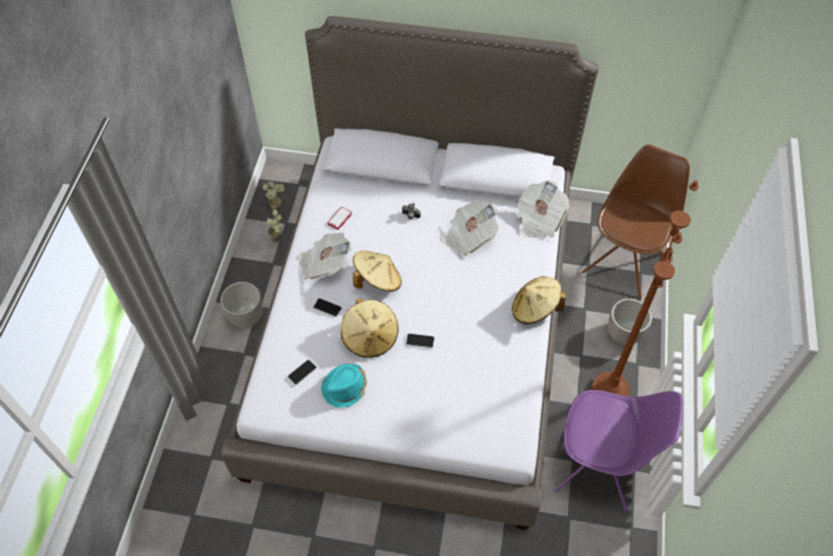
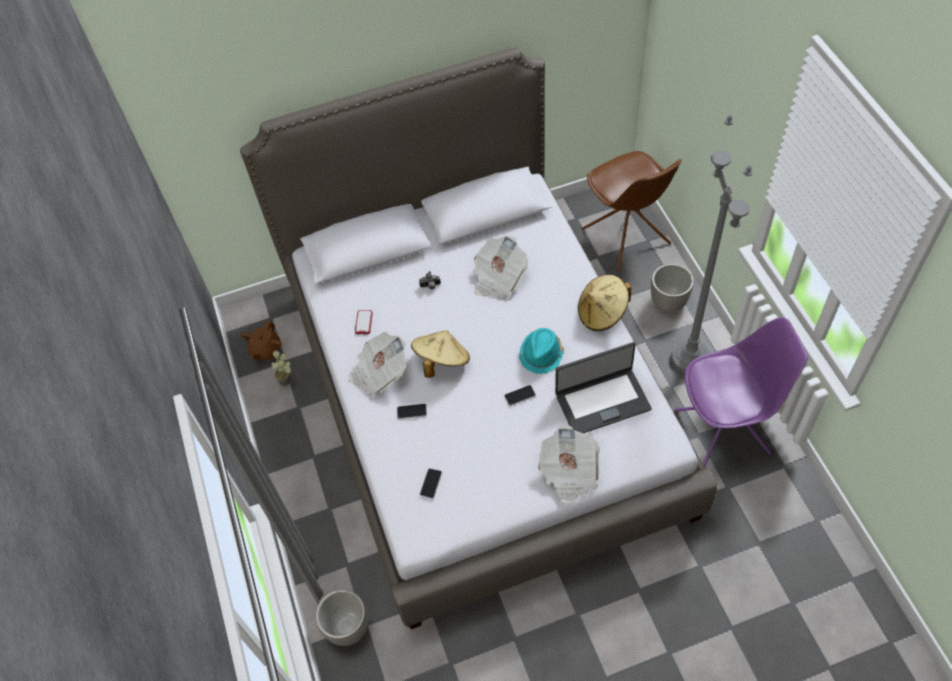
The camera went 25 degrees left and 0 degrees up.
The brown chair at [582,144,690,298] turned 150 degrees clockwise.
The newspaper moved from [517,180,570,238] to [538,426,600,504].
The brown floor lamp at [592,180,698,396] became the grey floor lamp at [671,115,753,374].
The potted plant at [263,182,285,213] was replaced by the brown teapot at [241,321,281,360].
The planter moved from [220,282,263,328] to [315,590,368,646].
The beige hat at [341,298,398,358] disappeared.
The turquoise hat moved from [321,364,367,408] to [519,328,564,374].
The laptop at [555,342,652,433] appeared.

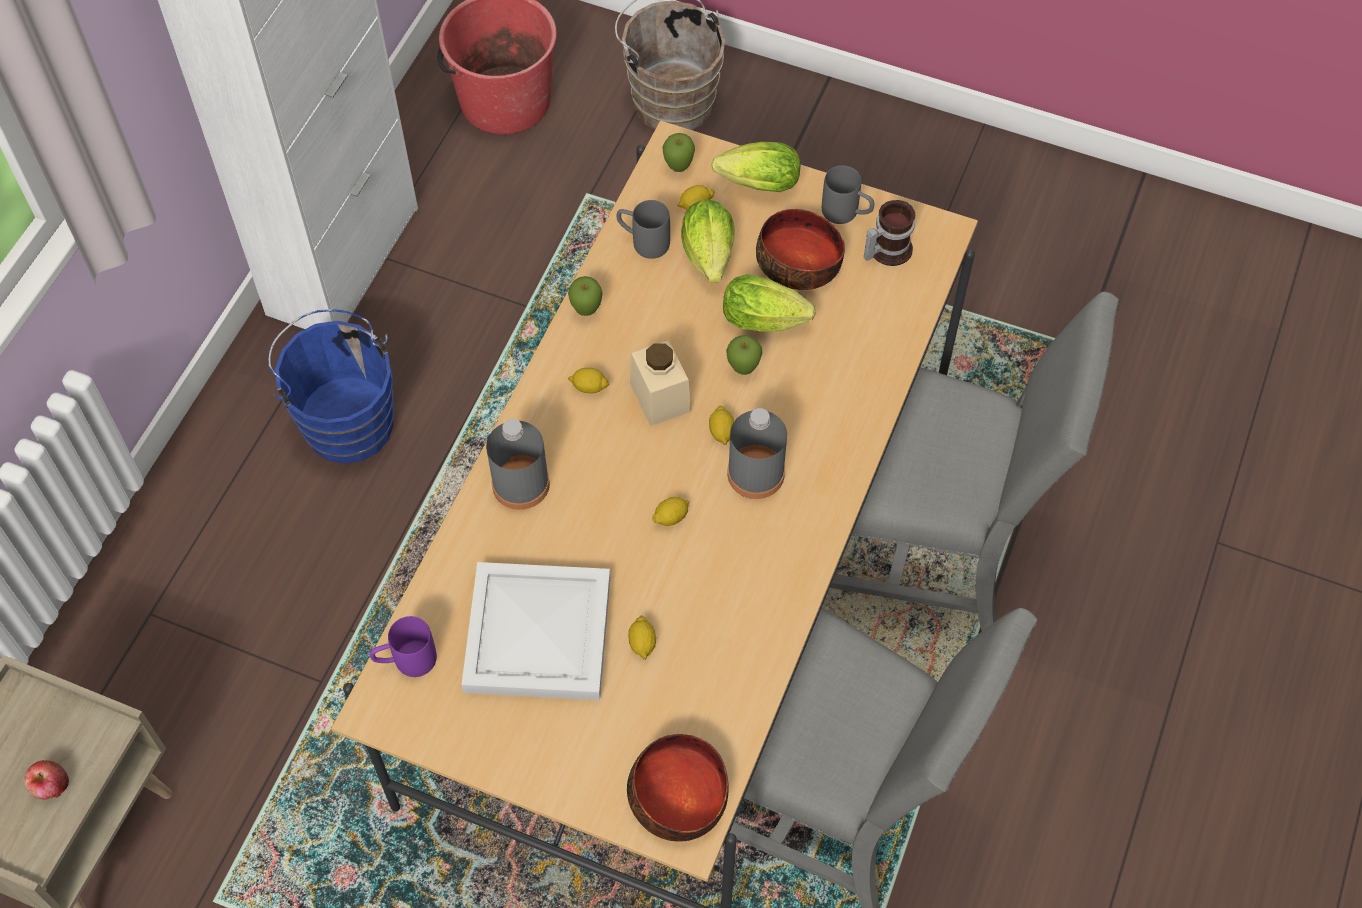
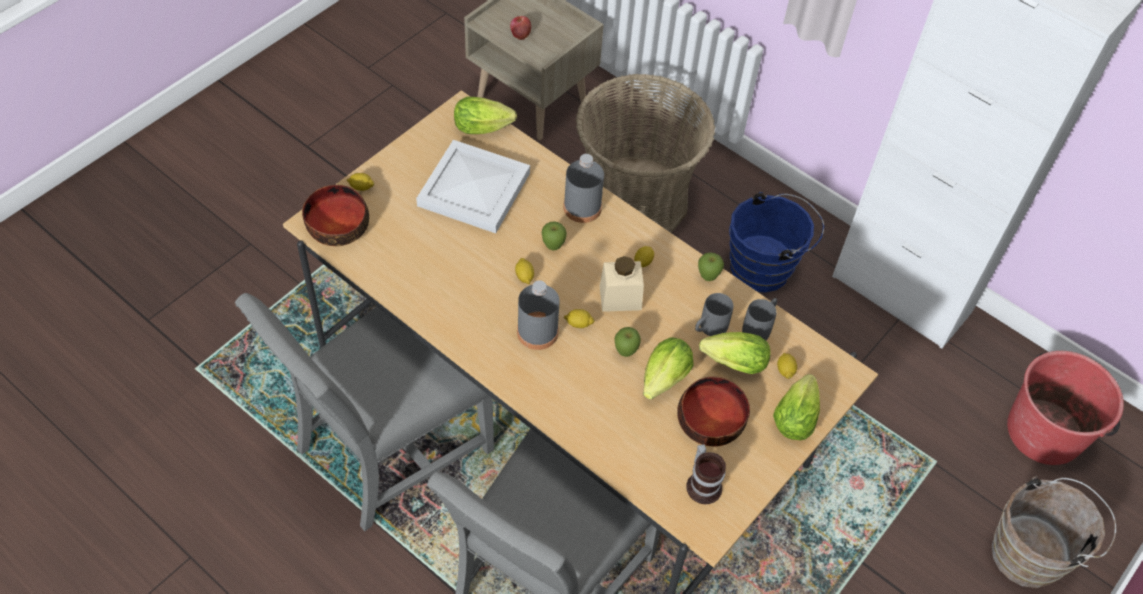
The camera went 105 degrees right and 5 degrees down.
The apple moved from [662,133,695,172] to [542,221,567,250].
The grey mug moved from [822,166,874,224] to [695,293,733,336].
The lemon moved from [628,615,656,660] to [347,173,375,191].
The purple mug at [370,616,437,677] was replaced by the lettuce at [454,97,517,134].
The basket at [576,74,715,233] appeared.

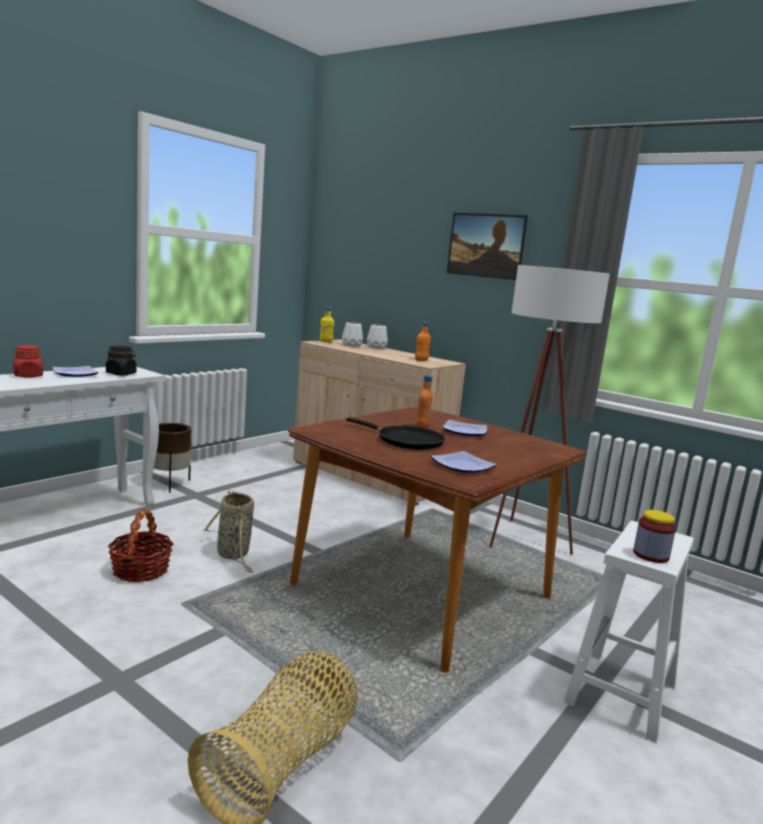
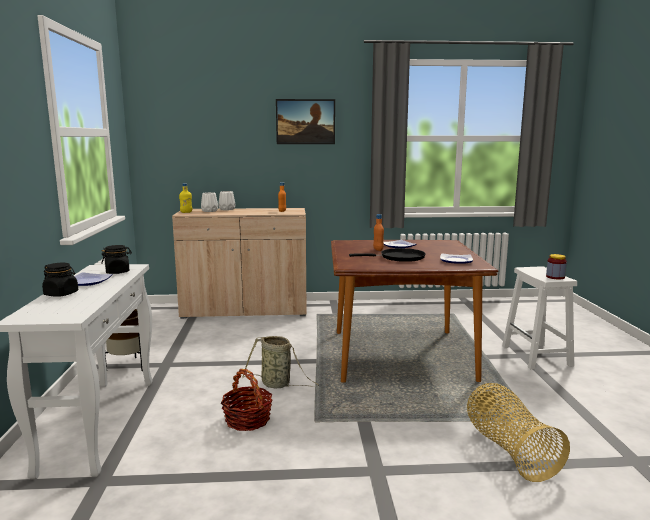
The camera went 40 degrees left and 0 degrees up.
The white floor lamp at [489,265,610,555] disappeared.
The red jar at [13,345,43,378] became the black jar at [42,263,78,297].

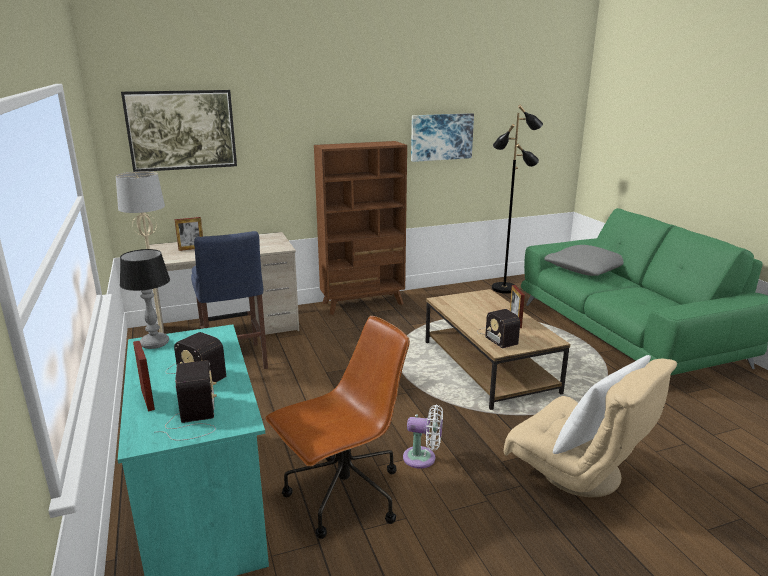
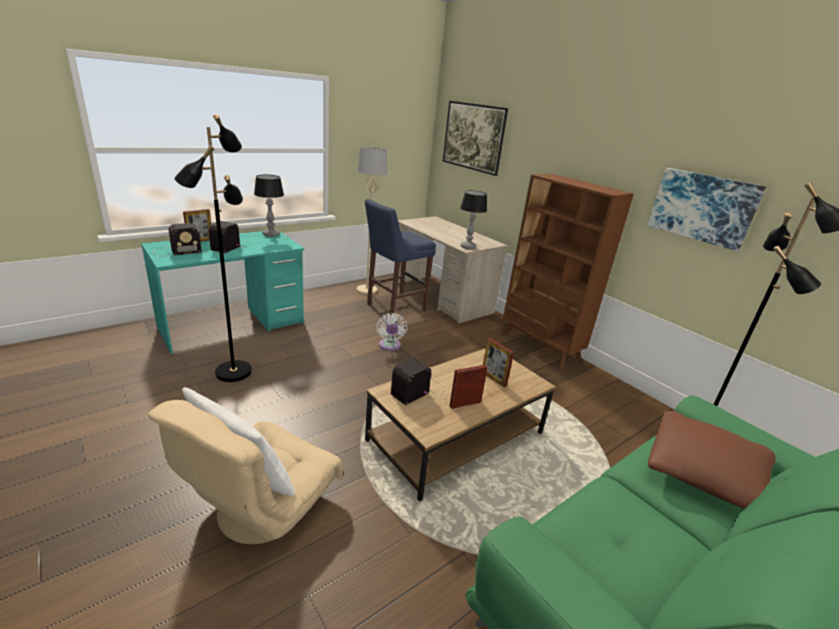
The camera went 70 degrees right and 5 degrees up.
The picture frame moved from [174,217,203,251] to [483,338,514,387].
The grey pillow at [544,245,623,276] became the brown pillow at [648,411,776,508].
The brown office chair at [265,316,410,539] was replaced by the black floor lamp at [174,114,252,382].
The white fan moved from [403,405,443,469] to [377,313,407,351].
The table lamp at [460,190,487,249] appeared.

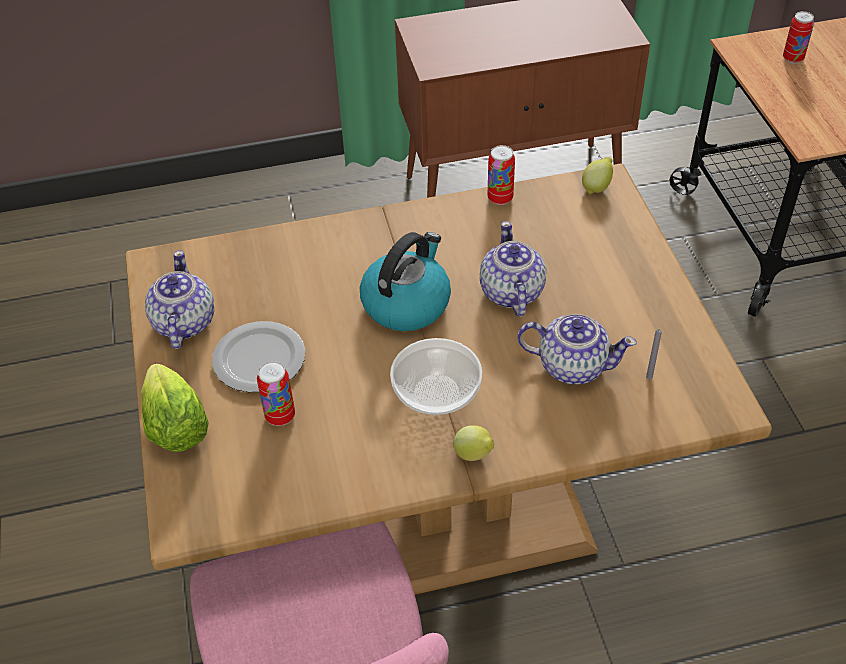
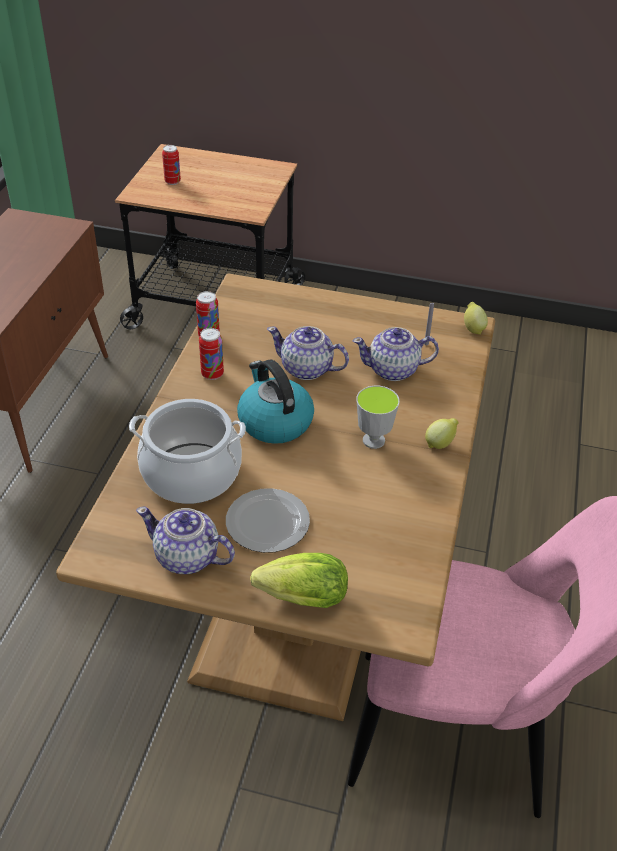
The camera went 65 degrees left and 5 degrees down.
The lemon moved from [582,157,613,194] to [464,302,488,335].
The teapot at [517,314,637,385] turned 135 degrees counterclockwise.
The bowl at [390,338,482,415] was replaced by the cup at [356,385,400,449].
The can moved from [257,361,295,426] to [199,328,224,380].
The cooking pot at [129,399,246,504] appeared.

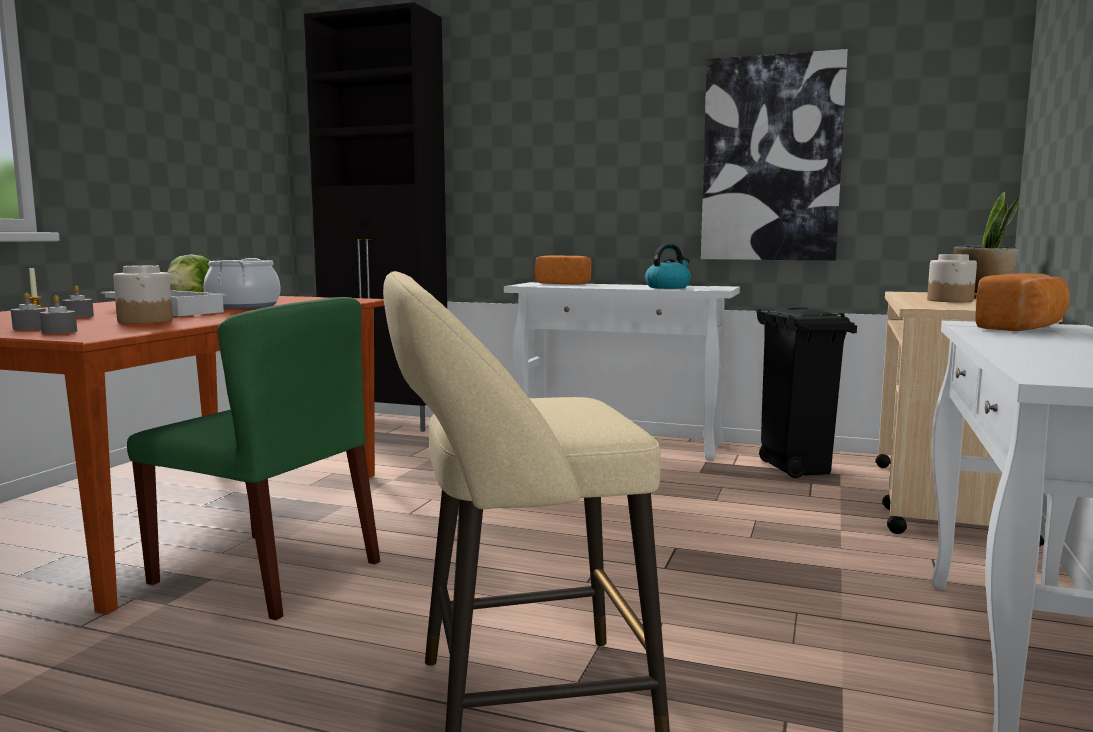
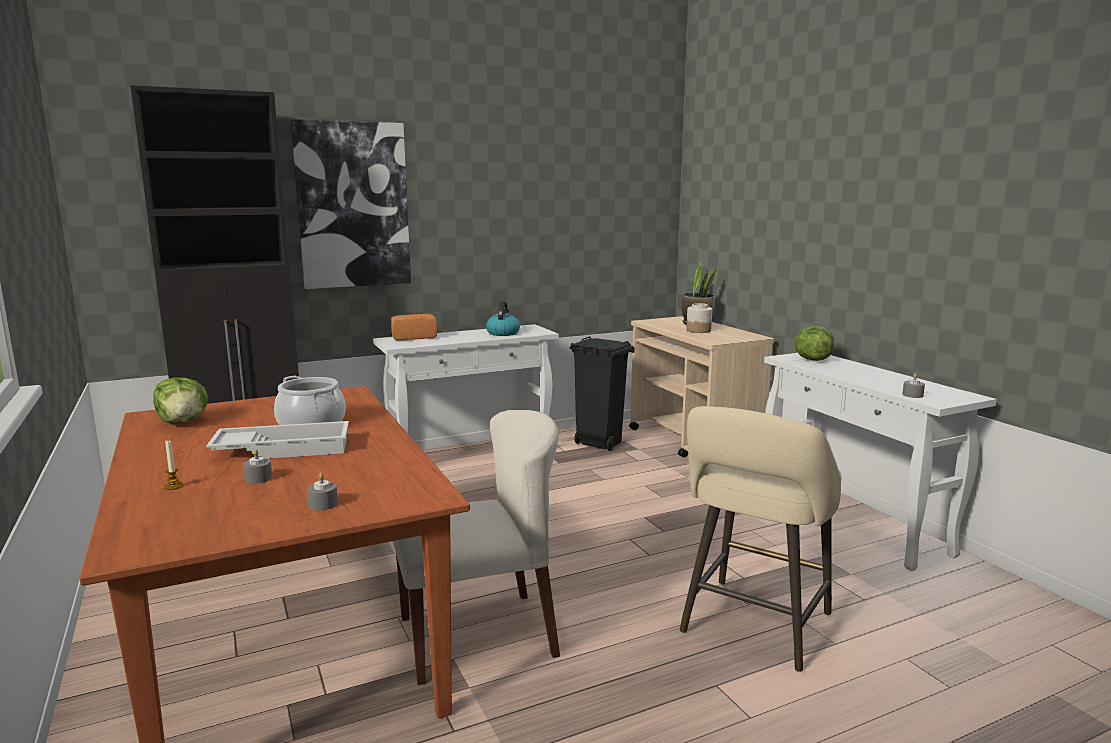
The camera went 45 degrees left and 5 degrees up.
The picture moved from [701,49,848,261] to [291,119,411,289].
The jar at [114,265,173,324] disappeared.
The bread at [975,274,1070,331] was replaced by the lettuce at [795,326,834,361].
The grey candle moved from [40,295,77,334] to [902,373,925,398].
The green chair at [127,297,380,620] became the beige chair at [393,410,560,685].

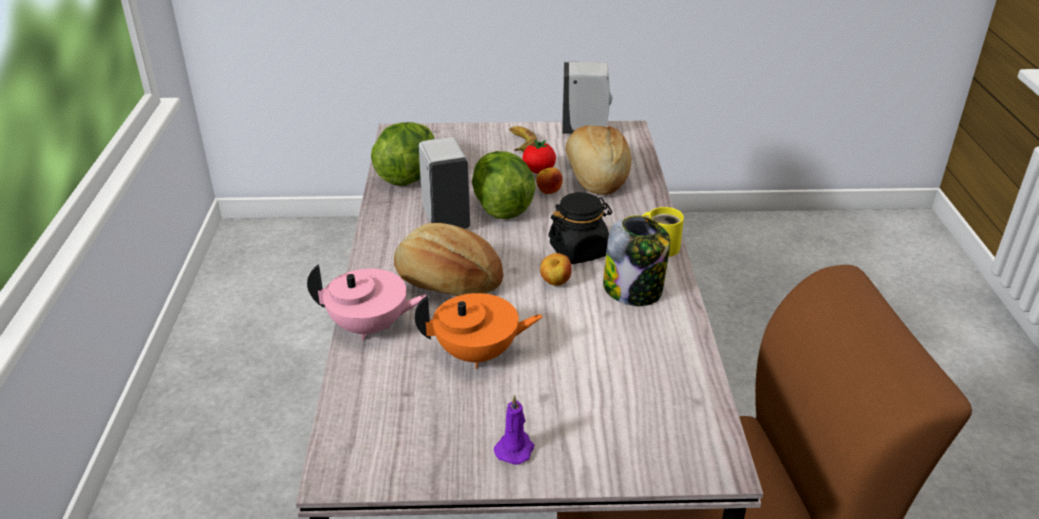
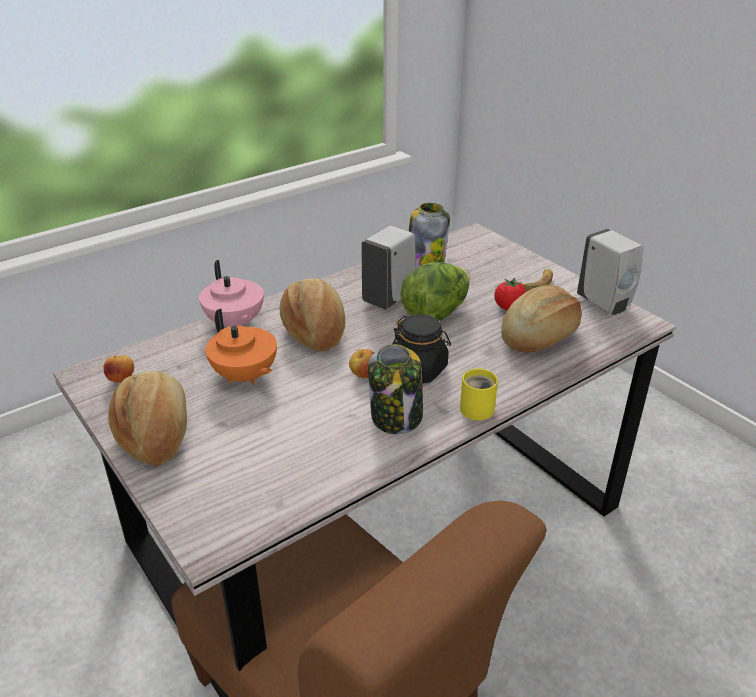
The camera went 55 degrees right and 0 degrees up.
The lettuce at [371,122,435,186] was replaced by the jar at [409,203,450,268].
The apple moved from [536,167,563,194] to [103,355,134,383].
The purple candle at [494,395,534,465] was replaced by the bread at [108,371,187,465].

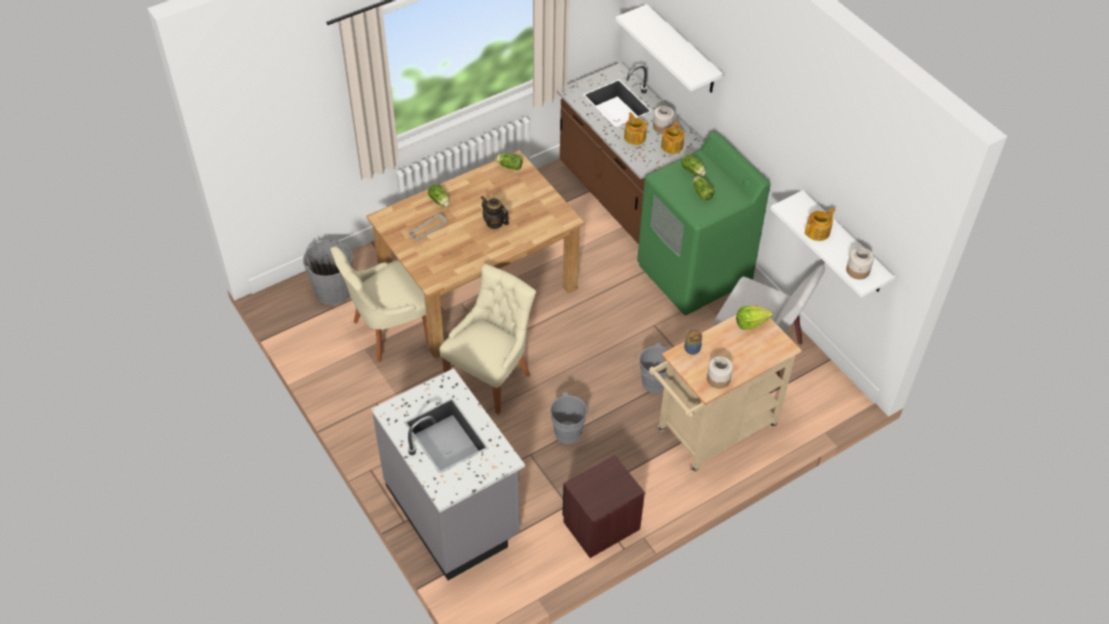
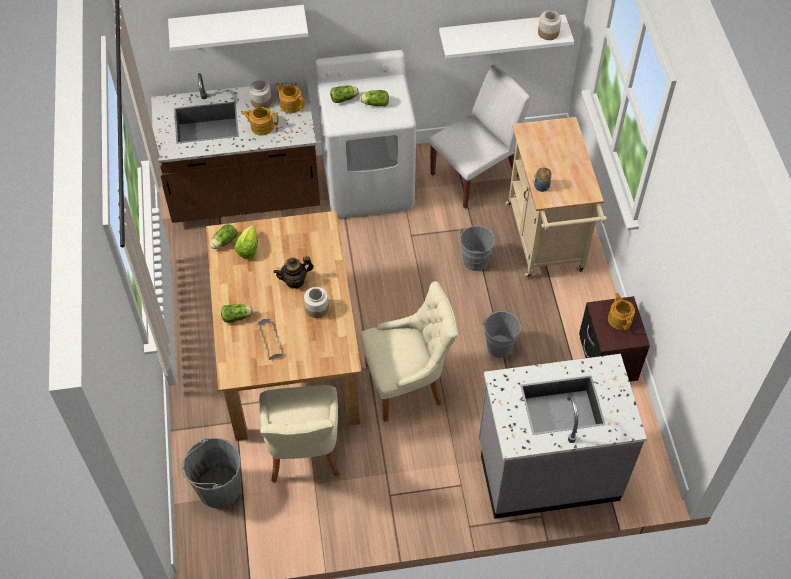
The camera went 65 degrees left and 5 degrees up.
The green washing machine at [637,131,770,315] became the white washing machine at [315,50,416,219].
The teapot moved from [805,208,836,241] to [608,293,635,330].
The beige chair at [439,264,536,415] turned 105 degrees clockwise.
The lettuce moved from [736,306,773,330] to [234,225,258,259].
The jar moved from [707,357,733,389] to [304,287,329,318].

